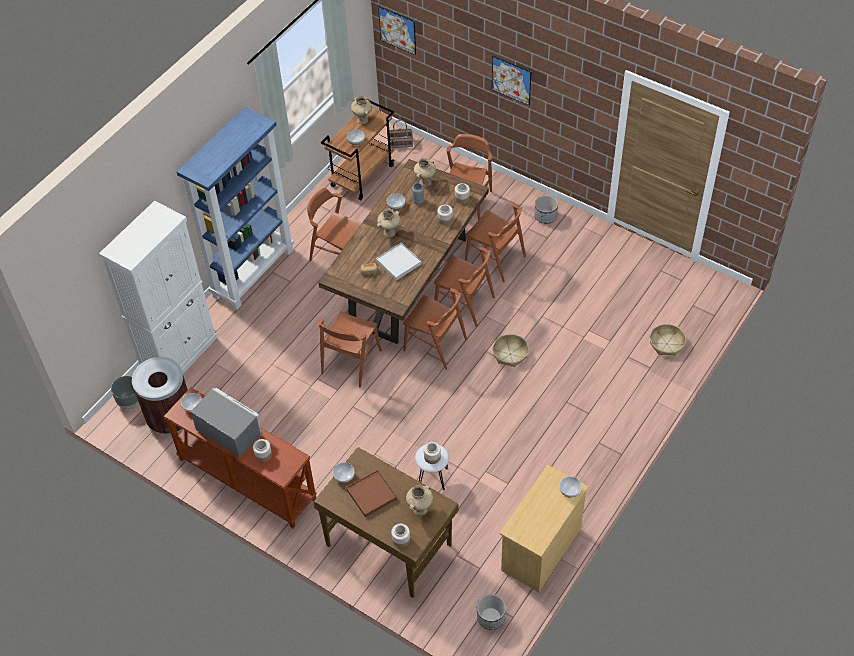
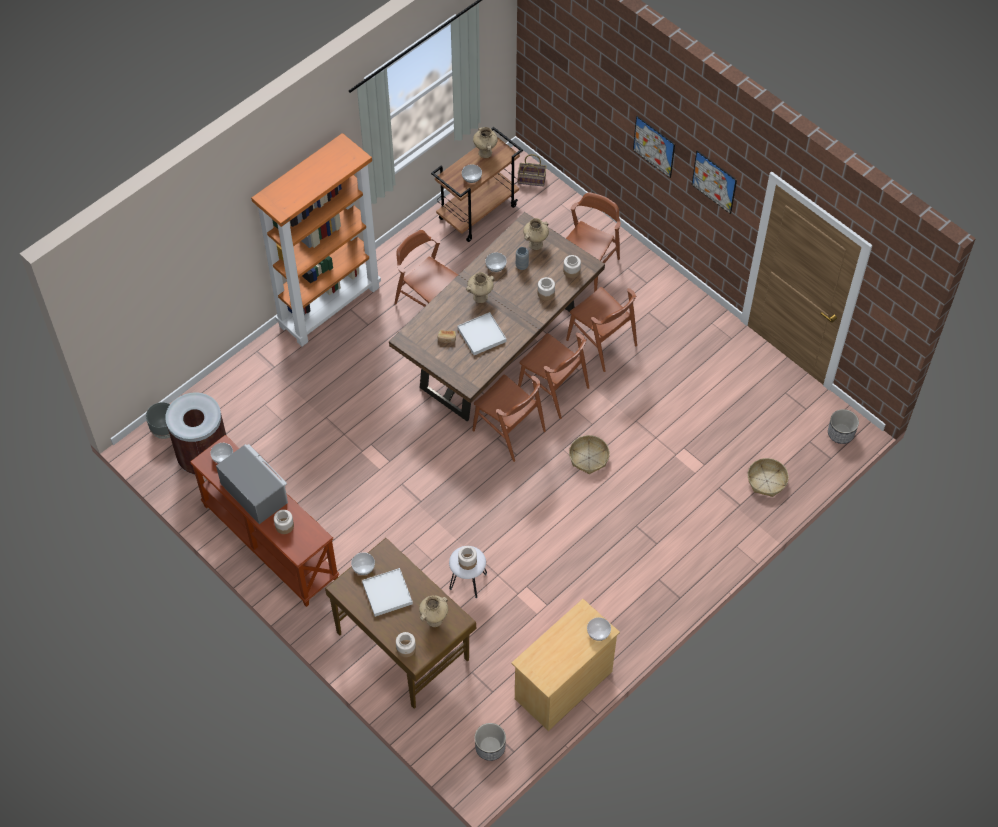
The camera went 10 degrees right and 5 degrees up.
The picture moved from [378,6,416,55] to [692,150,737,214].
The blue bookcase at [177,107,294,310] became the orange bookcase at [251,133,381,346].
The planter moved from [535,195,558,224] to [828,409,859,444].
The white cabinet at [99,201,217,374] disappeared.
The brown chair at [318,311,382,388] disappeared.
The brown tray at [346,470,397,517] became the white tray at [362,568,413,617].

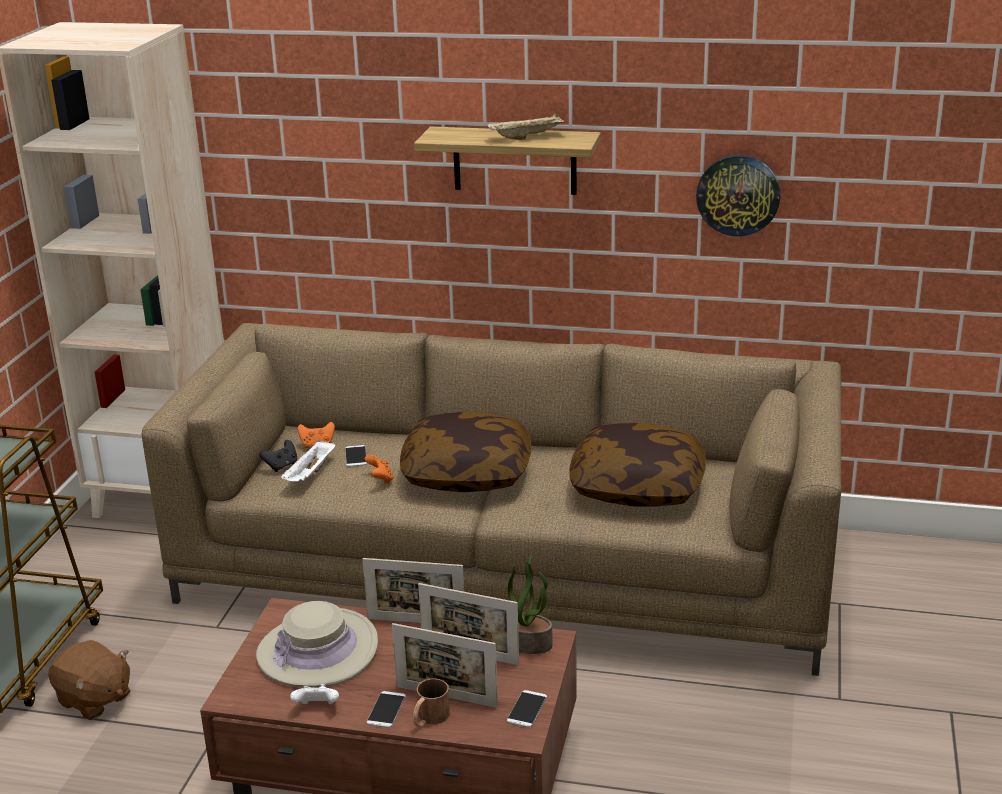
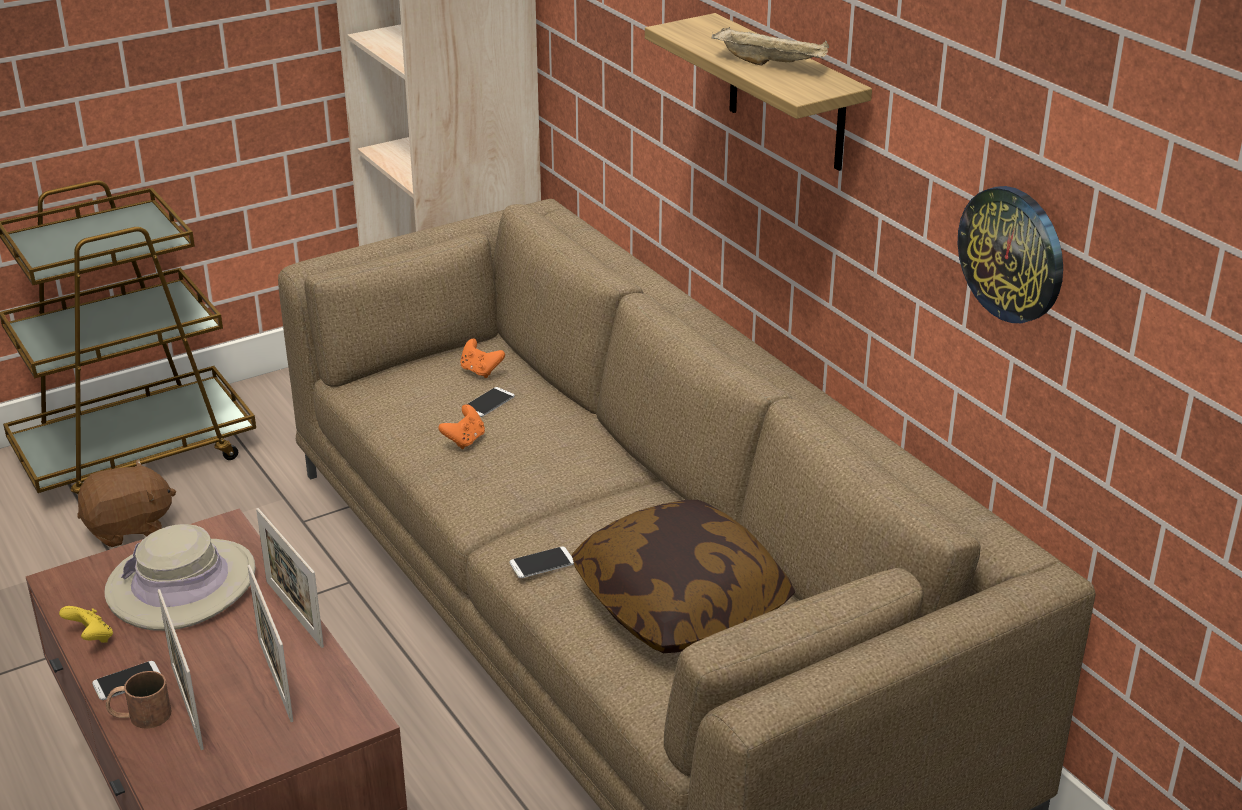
The camera went 45 degrees right and 5 degrees up.
The pillow at [400,411,531,492] disappeared.
The white tray at [281,439,336,481] disappeared.
The black game controller at [259,440,297,472] disappeared.
The potted plant at [508,555,553,654] disappeared.
The brown plush toy at [48,640,130,720] turned 105 degrees counterclockwise.
The white game controller at [290,684,339,704] became the yellow game controller at [59,606,113,643].
The phone moved from [507,690,547,727] to [509,547,574,578].

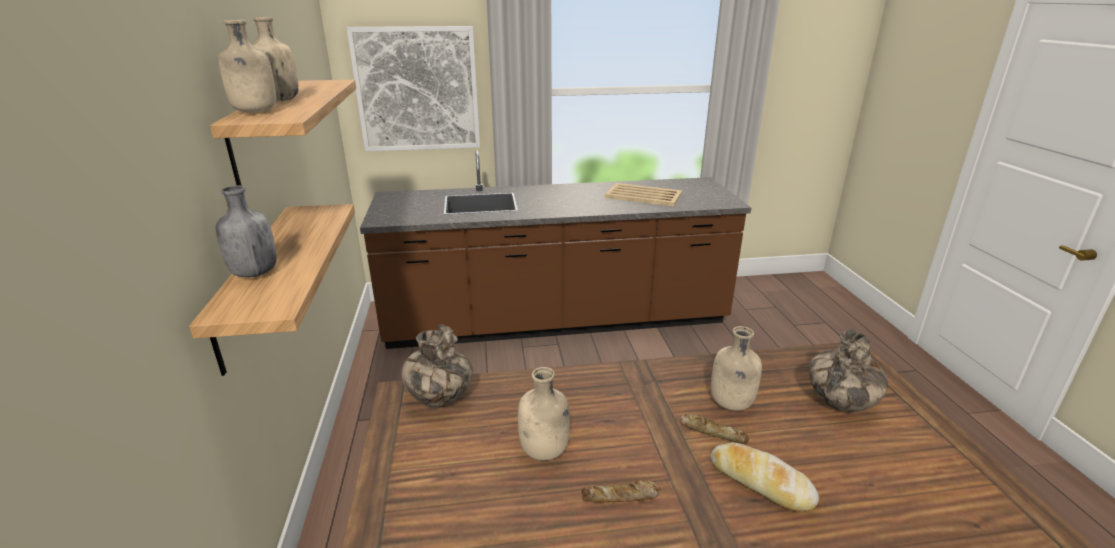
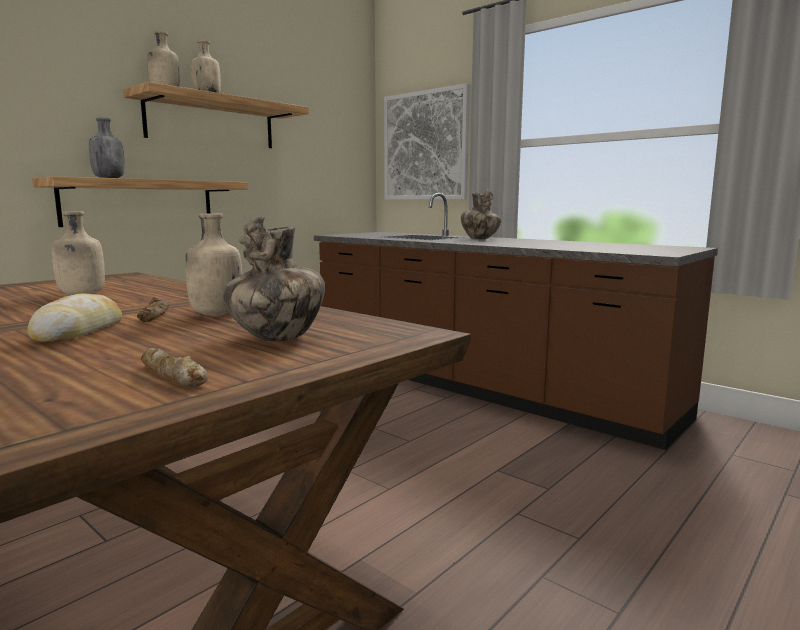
The camera went 50 degrees right and 15 degrees down.
The beige tray at [605,183,682,207] disappeared.
The vase moved from [401,324,473,408] to [461,189,501,239].
The bread moved from [581,480,660,503] to [141,348,208,387].

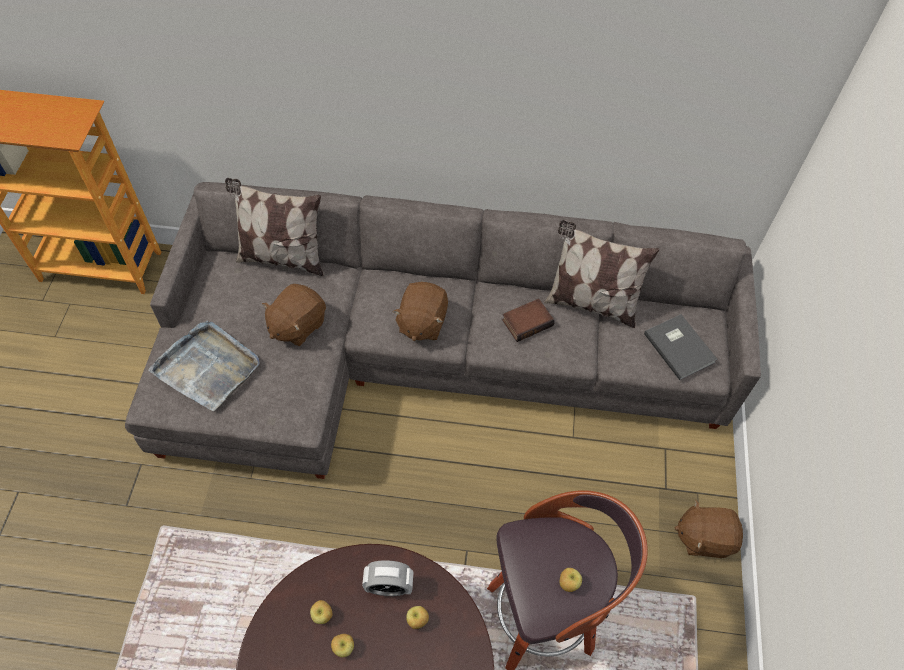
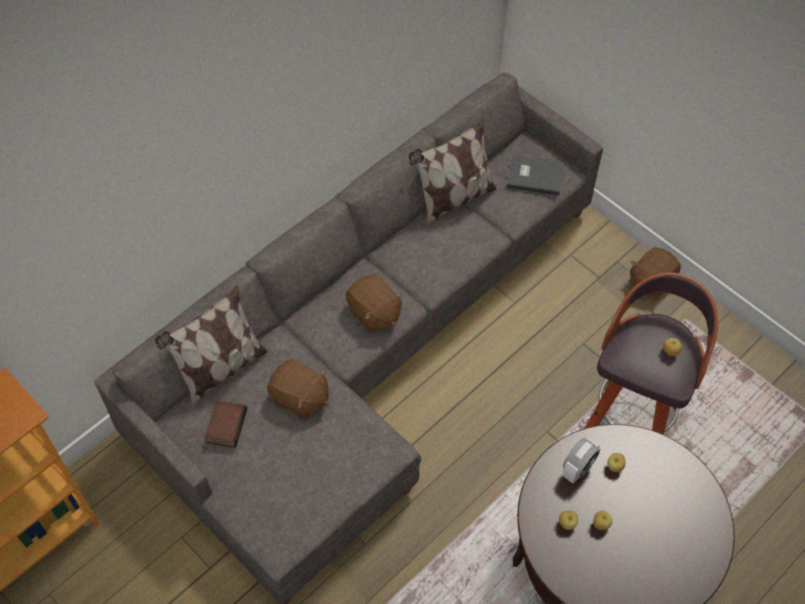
The camera went 50 degrees left and 0 degrees up.
The brown plush toy at [262,284,326,346] turned 45 degrees counterclockwise.
The book moved from [502,299,554,342] to [205,400,247,448].
The grey tray at [148,321,260,411] disappeared.

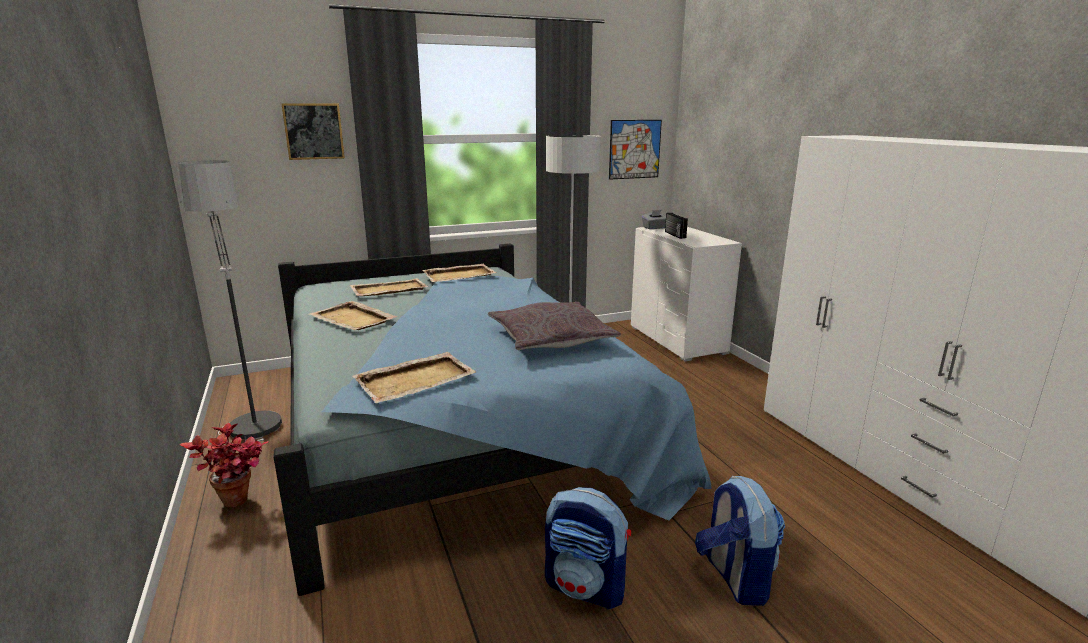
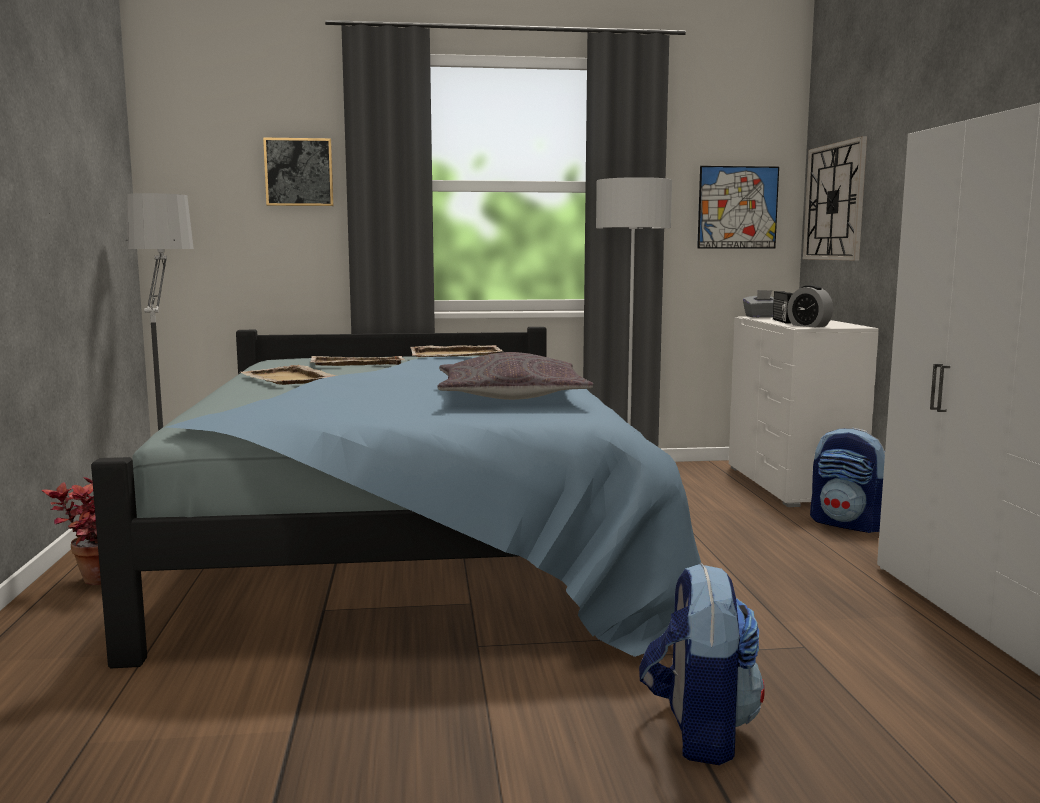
The camera went 15 degrees right and 10 degrees down.
The beige tray at [353,352,477,403] disappeared.
The backpack moved from [545,487,631,609] to [810,428,885,533].
The wall clock at [803,136,867,260] appeared.
The alarm clock at [787,285,833,327] appeared.

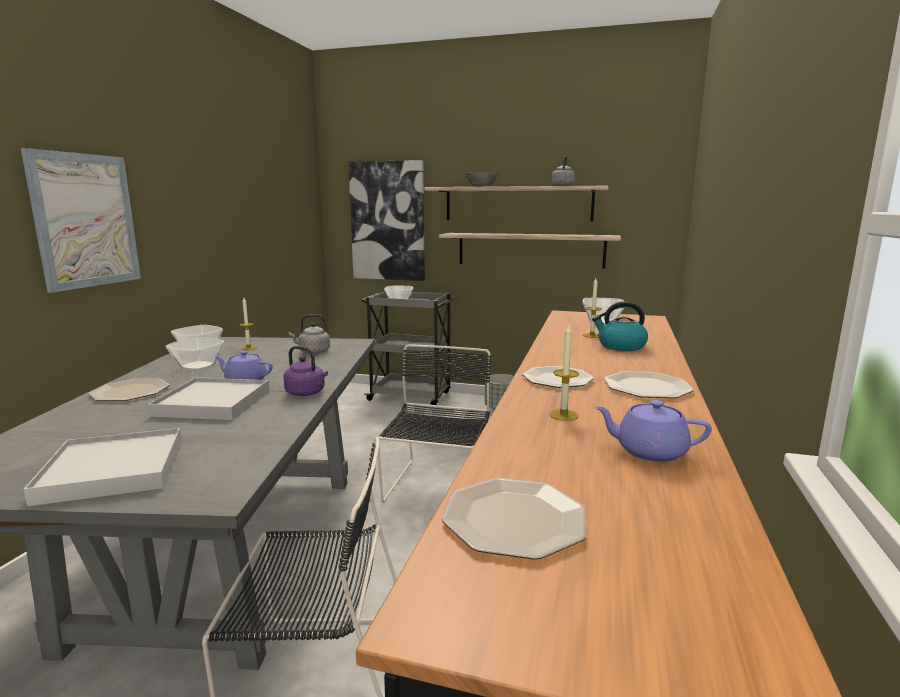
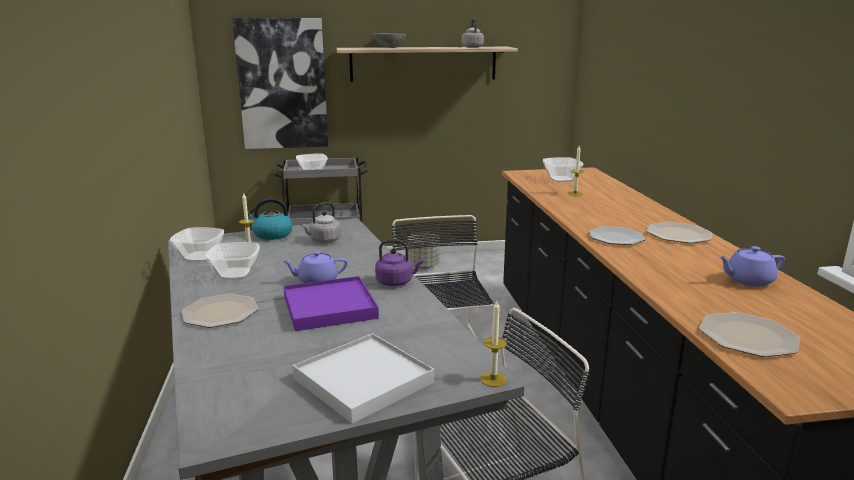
The camera went 25 degrees left and 5 degrees up.
The picture at [21,148,141,293] disappeared.
The shelf at [439,233,621,269] disappeared.
The kettle moved from [592,301,648,351] to [248,198,293,240].
The candle moved from [549,325,579,421] to [480,301,507,387].
The white tray at [148,378,270,420] became the purple tray at [283,276,379,331].

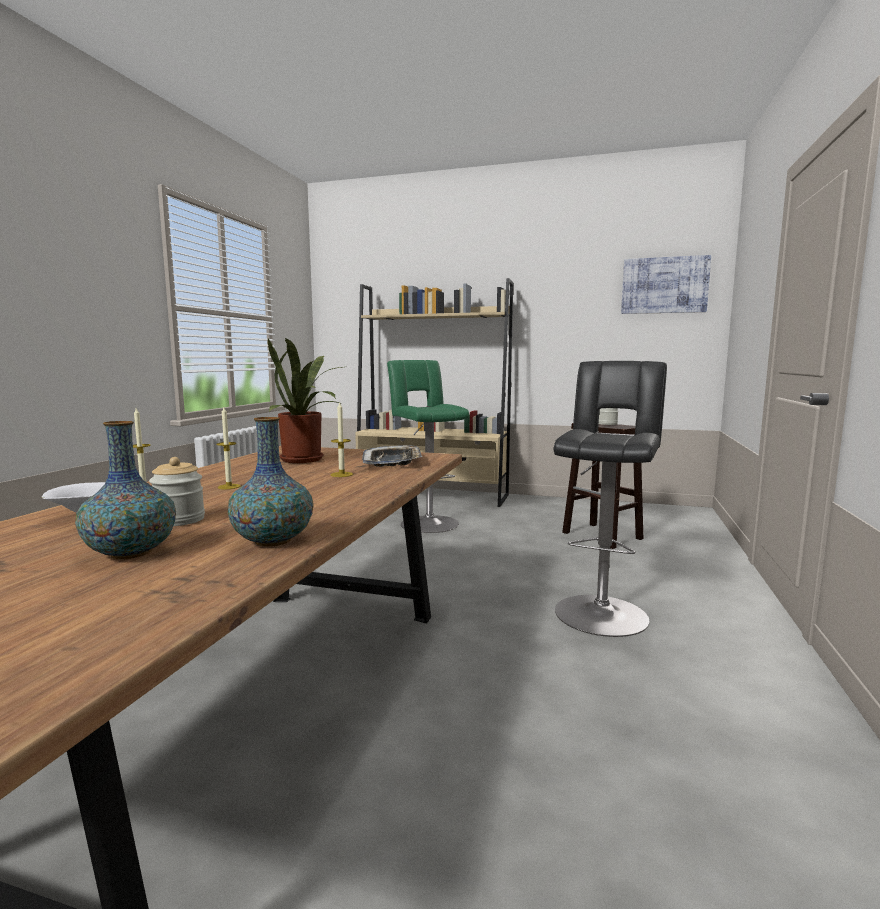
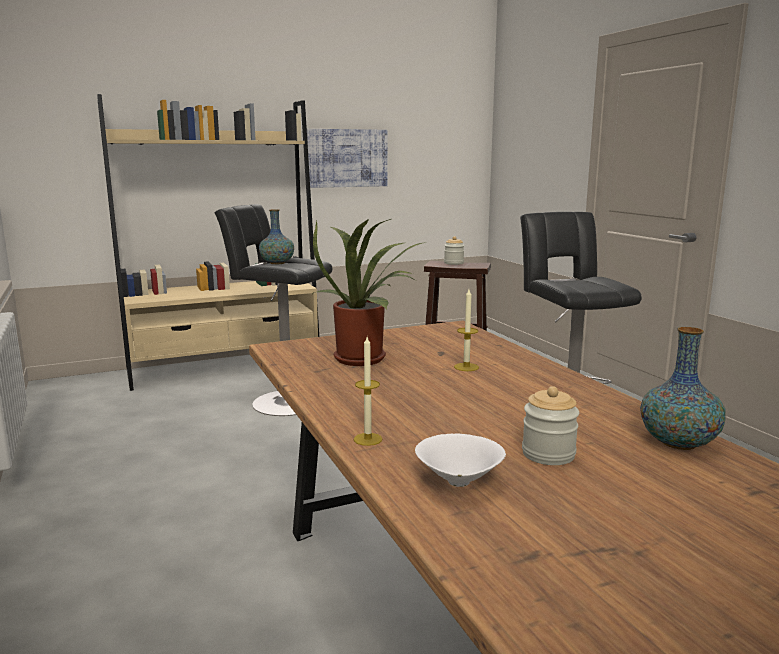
The camera went 40 degrees left and 5 degrees up.
The picture moved from [621,255,711,314] to [307,129,388,188].
The green stool at [387,360,469,533] became the black stool at [215,204,332,416].
The candle at [216,407,241,489] disappeared.
The vase moved from [75,421,176,559] to [259,209,294,264].
The tray at [362,445,422,467] disappeared.

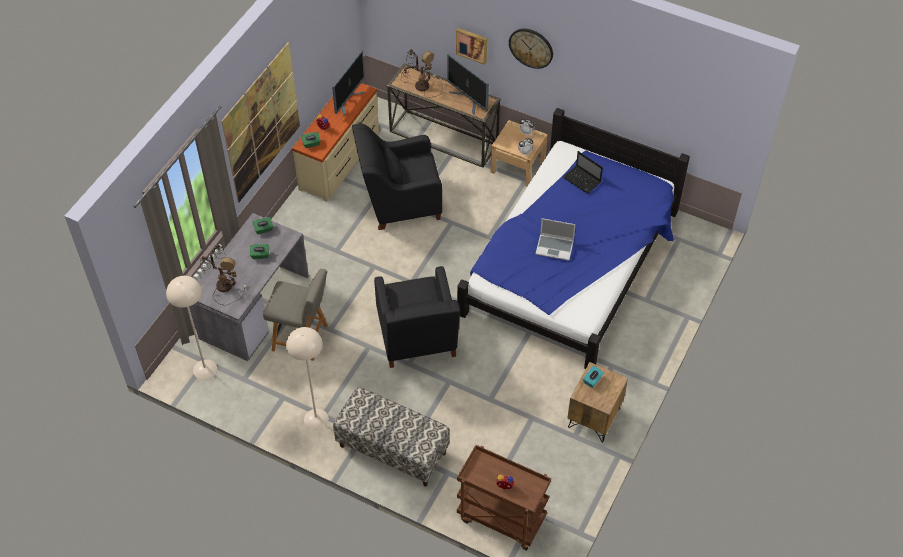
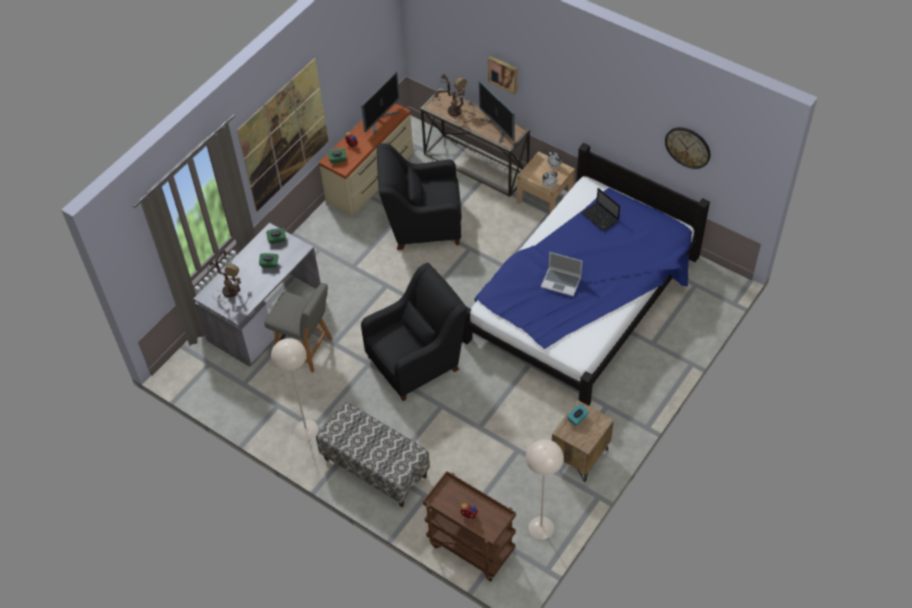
The camera went 10 degrees right and 0 degrees up.
The wall clock moved from [509,29,553,69] to [665,127,711,169].
The black armchair at [374,266,460,368] turned 120 degrees counterclockwise.
The beige floor lamp moved from [166,276,217,380] to [526,439,564,540].

